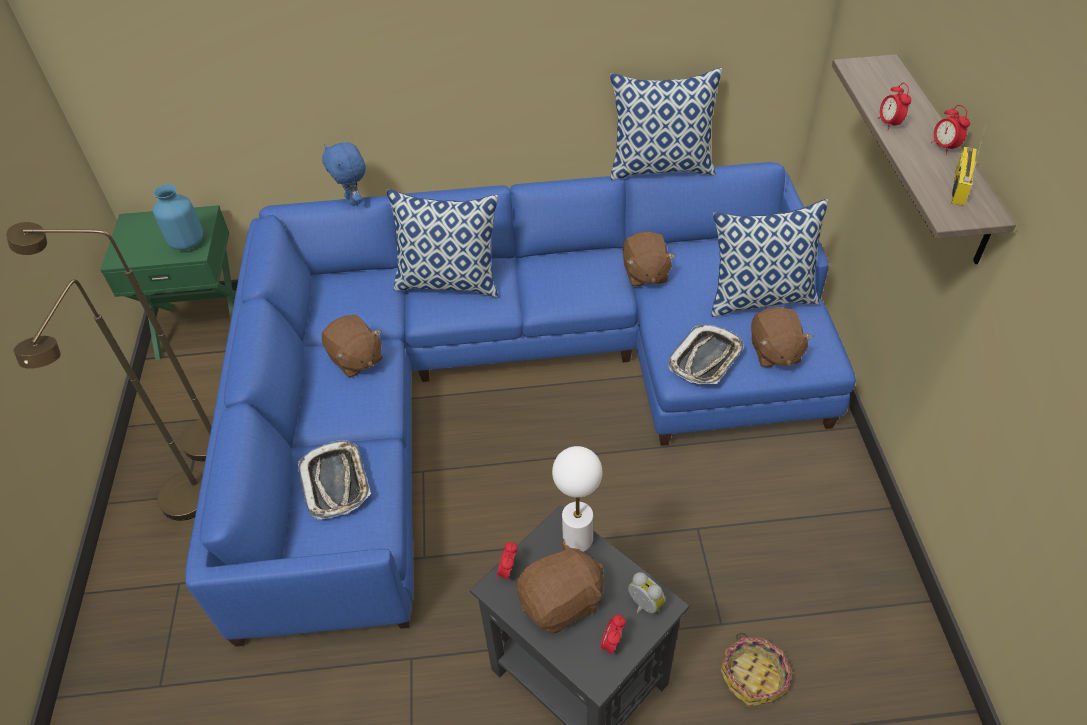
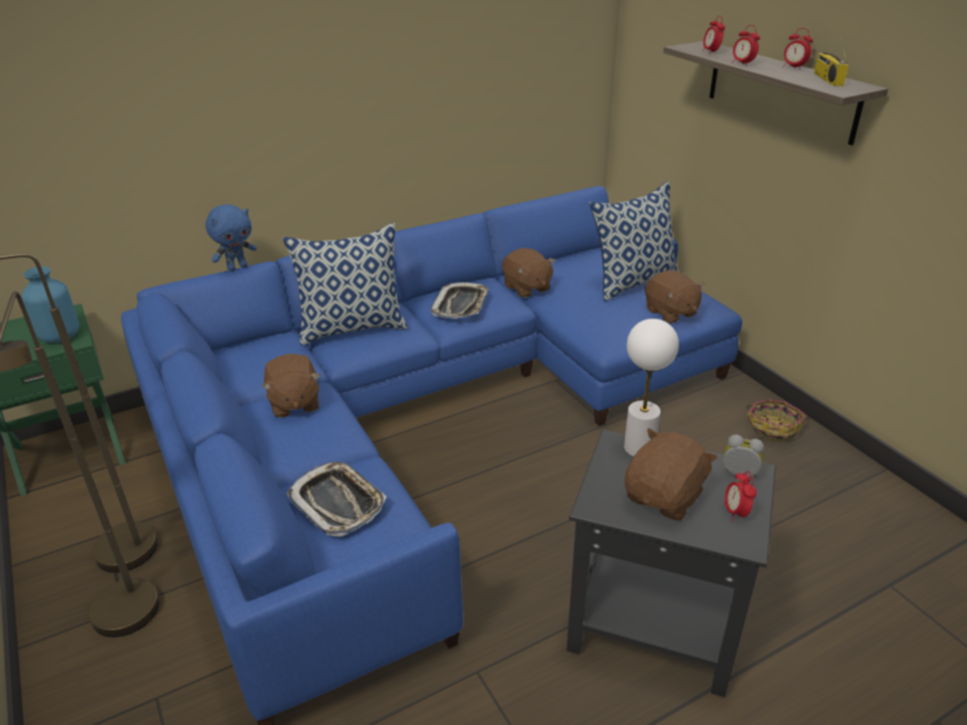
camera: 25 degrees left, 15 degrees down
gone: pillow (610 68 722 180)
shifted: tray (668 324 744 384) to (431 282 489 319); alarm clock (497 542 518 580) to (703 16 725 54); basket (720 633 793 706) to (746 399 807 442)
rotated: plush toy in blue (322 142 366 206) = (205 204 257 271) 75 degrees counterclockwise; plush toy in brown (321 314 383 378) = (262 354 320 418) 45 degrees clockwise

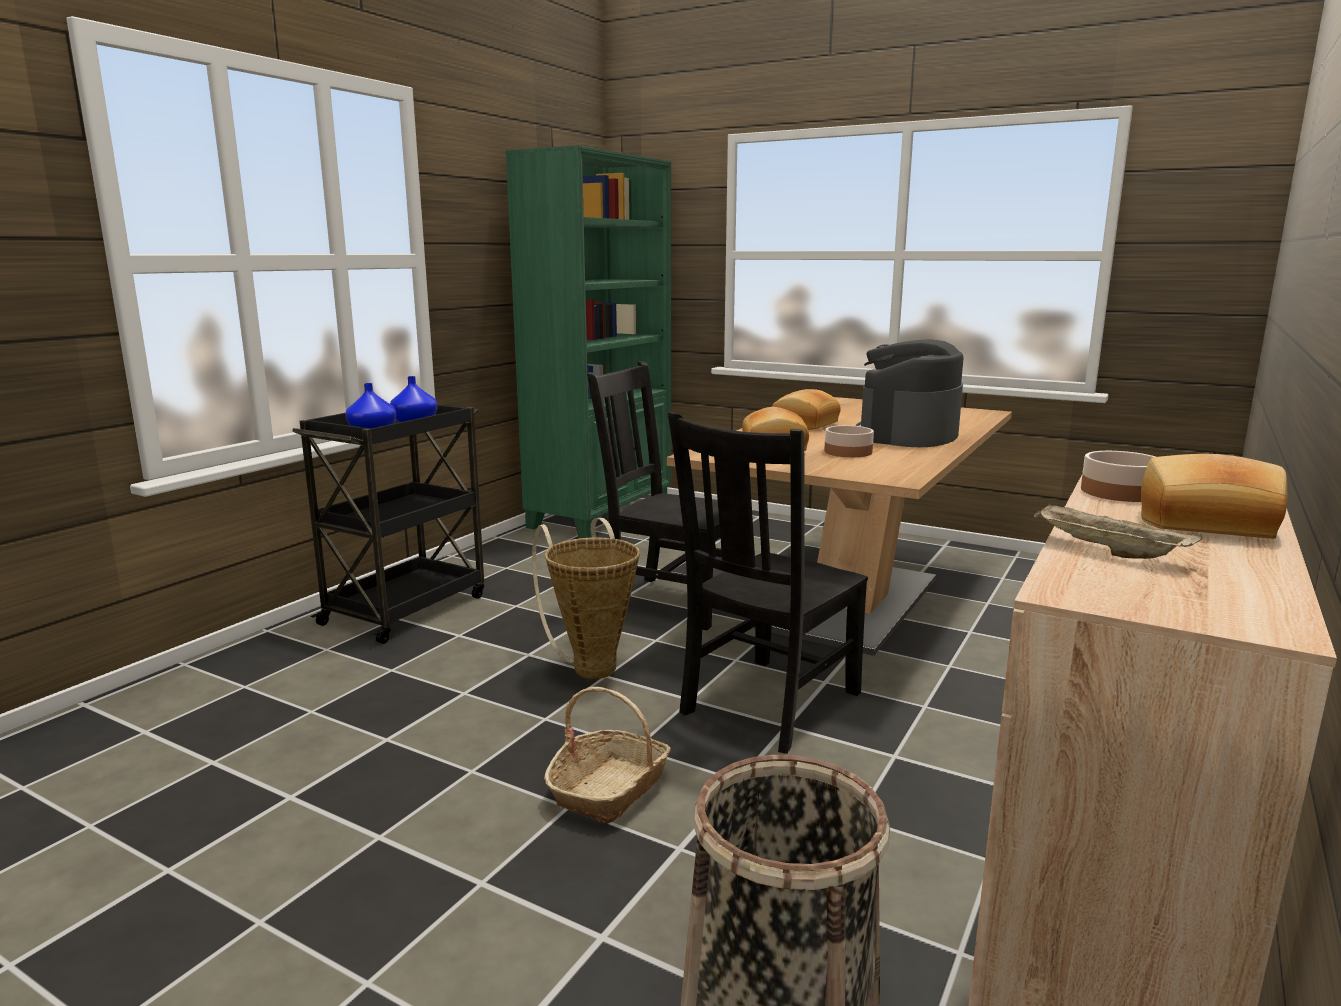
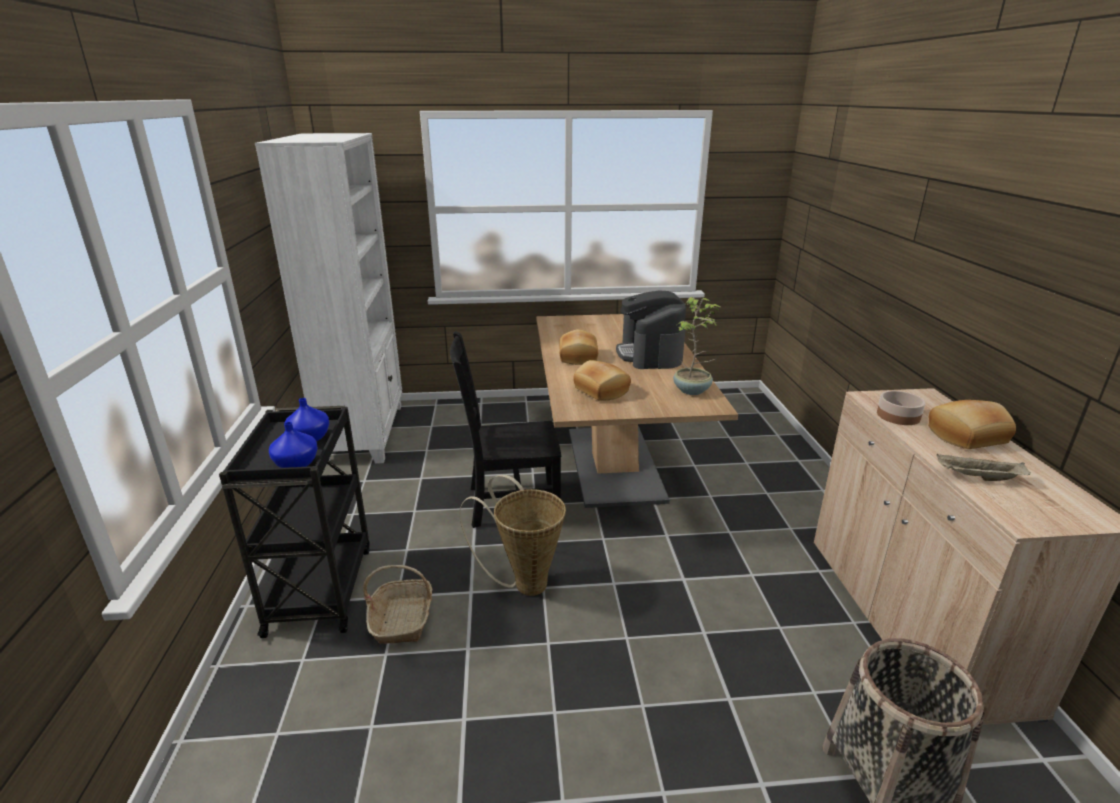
camera: 35 degrees left, 10 degrees up
gone: chair in black (668 412 868 754); bowl (824 425 874 457)
new: potted plant (673 297 722 395)
shifted: basket (544 687 671 824) to (363 565 432 644)
repainted: bookcase in green (505 145 671 538) to bookcase in white (255 133 403 466)

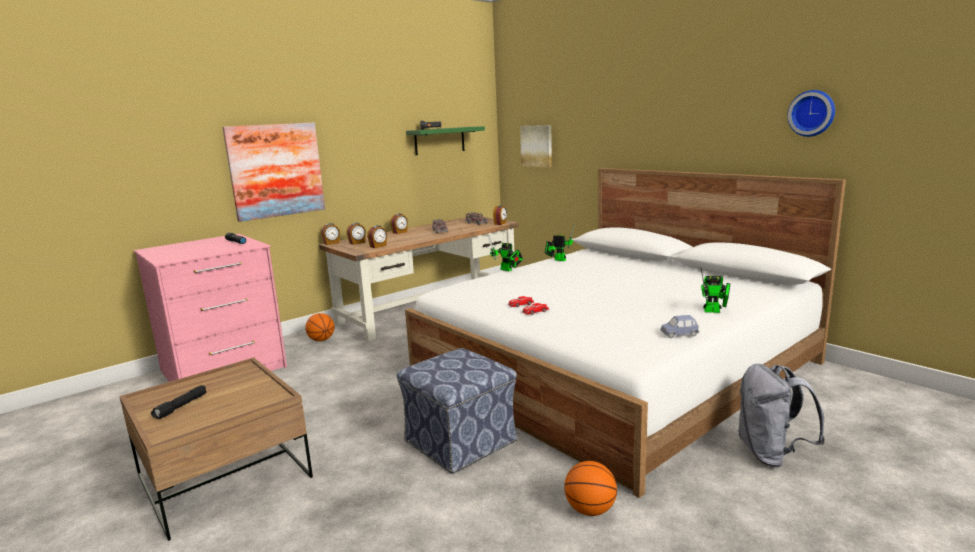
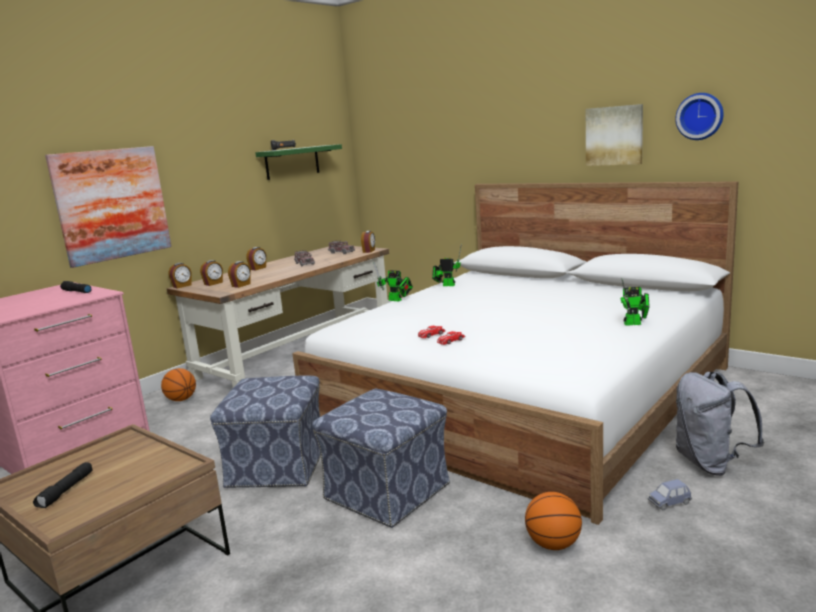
camera: 10 degrees left, 0 degrees up
new: ottoman (210 376 321 488)
shifted: picture (520 125 552 168) to (586 104 643 166); toy car in blue (660 315 699 338) to (648 479 692 510)

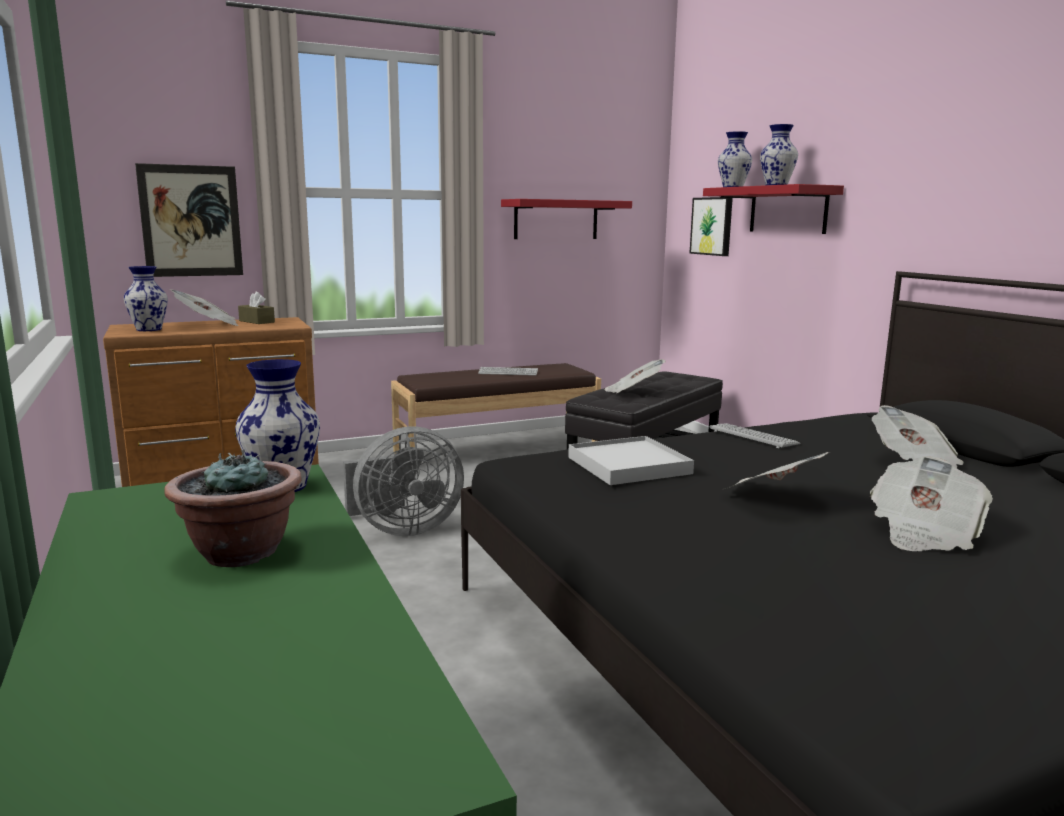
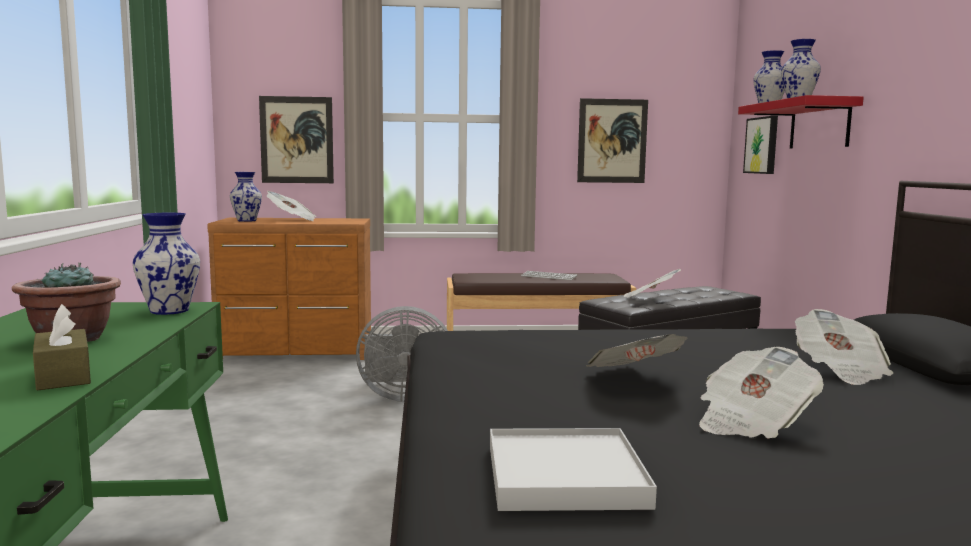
camera: 20 degrees right, 5 degrees down
gone: keyboard (710 423 800 448)
shifted: tissue box in brown (238 292 275 324) to (33 304 91 391); tray in white (568 436 694 485) to (490 428 657 511)
swapped: shelf in red (501 199 632 239) to picture (577 98 648 183)

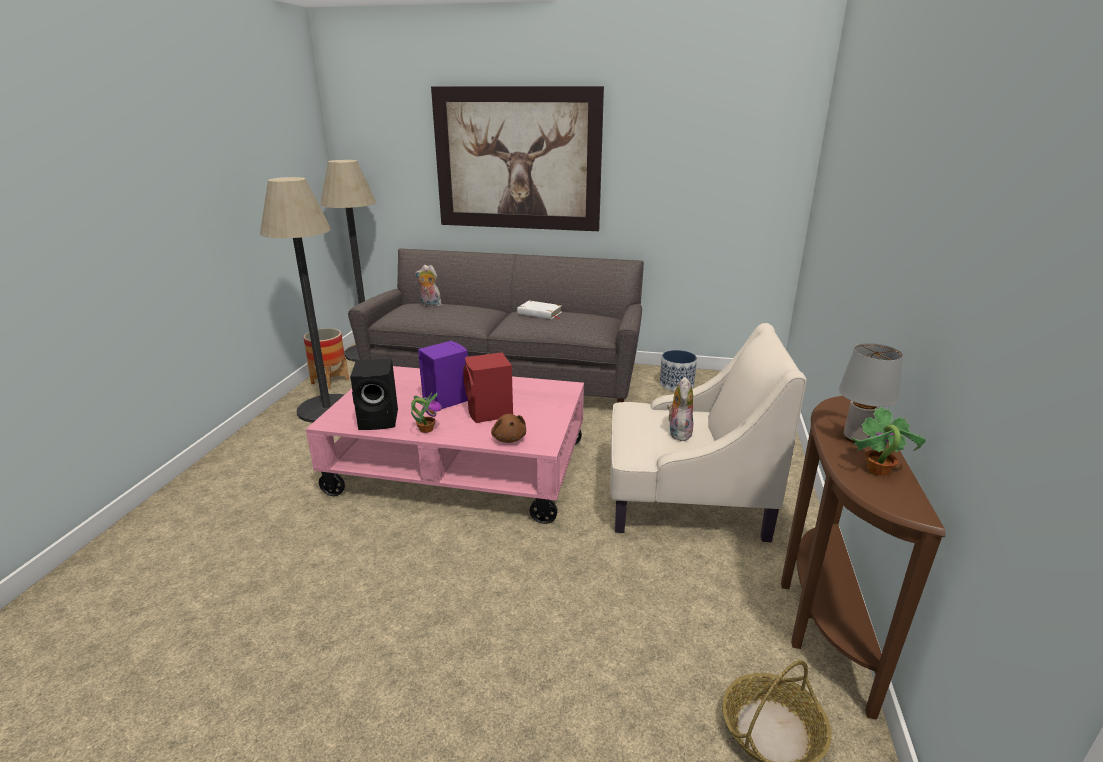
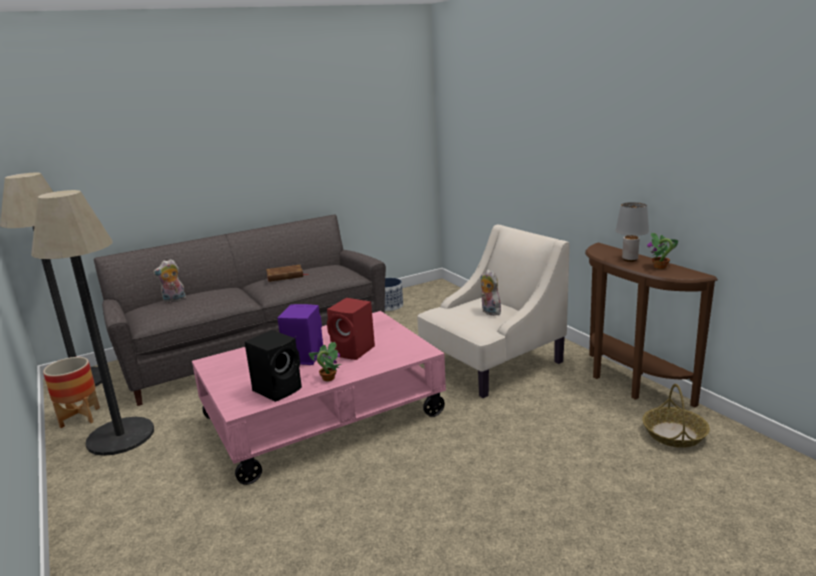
camera: 40 degrees left, 5 degrees down
gone: picture (431 86 604 231); plush toy in brown (491 414 526 443)
repainted: book in white (517 301 562 319) to book in brown (266 265 309 282)

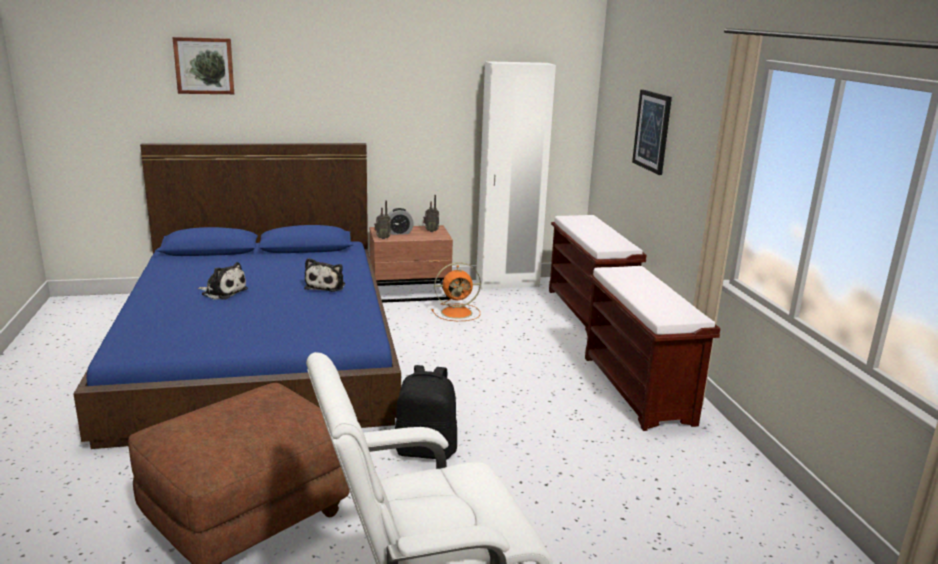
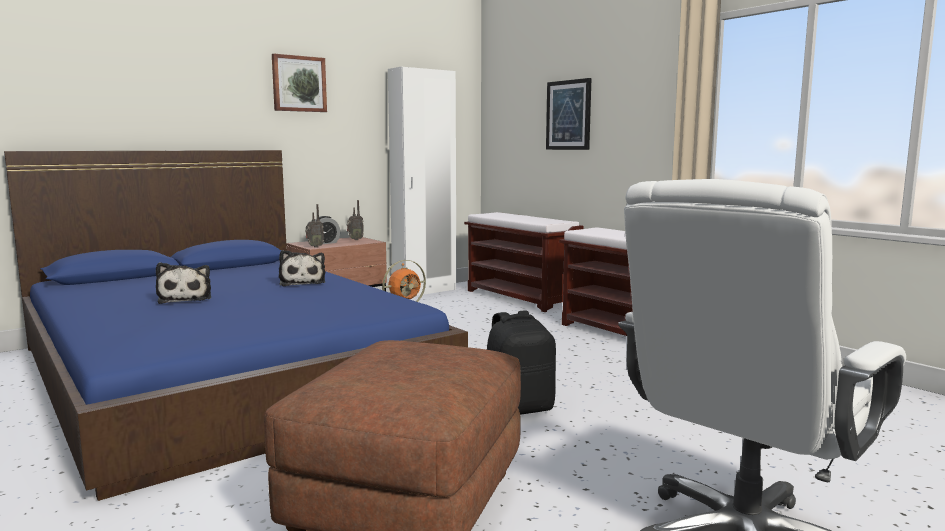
camera: 25 degrees left, 10 degrees down
shifted: picture (172 37 234 94) to (272 54 327 112)
rotated: plush toy (197 262 248 300) = (156 262 211 304) 75 degrees clockwise

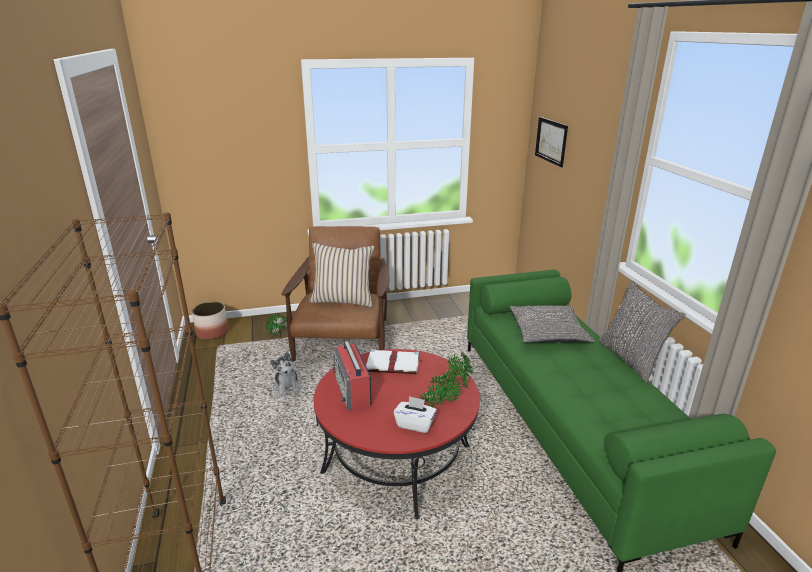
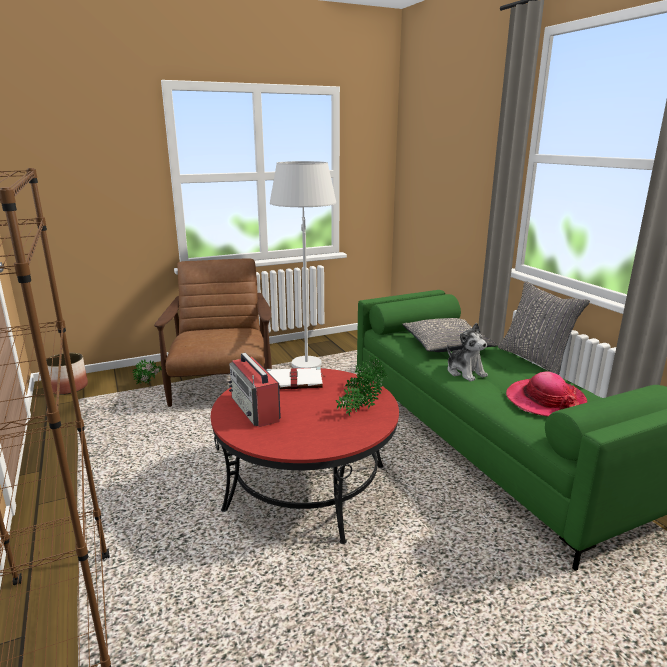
camera: 10 degrees left, 5 degrees down
gone: pillow in beige (310 243 375 307); tissue box in white (394 396 437 433); picture (535 117 568 167)
new: floor lamp in white (270 161 336 368); hat (506 371 587 417)
shifted: plush toy (270 352 301 397) to (447 323 488 382)

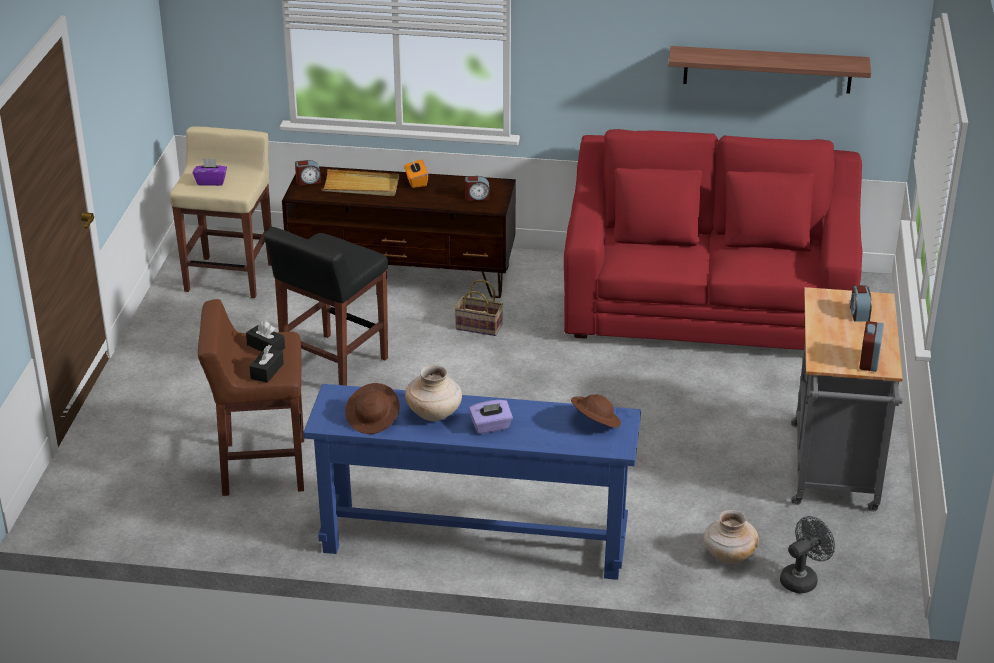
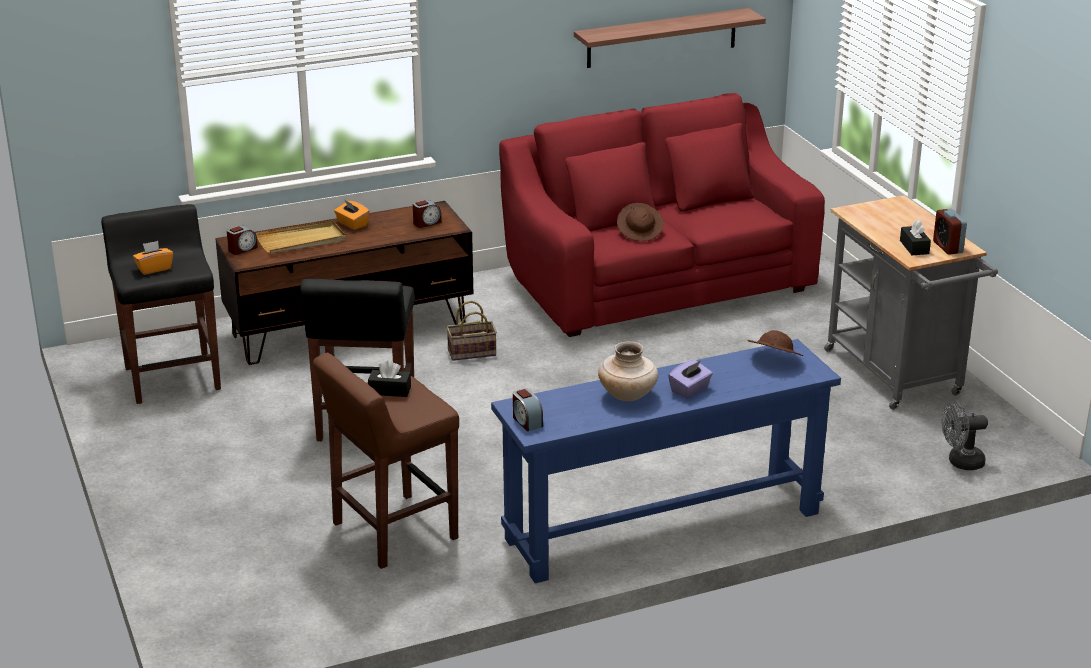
camera: 30 degrees left, 5 degrees down
gone: vase in beige (704 510 759 564)
shifted: alarm clock (850 285 872 322) to (513 389 543 432); hat in brown (345 383 400 434) to (617 203 664 241); tissue box in black (249 345 284 383) to (900 220 931 255)
repainted: stool in beige (170 126 272 298) to stool in black (101 204 221 404); tissue box in purple (193 159 227 186) to tissue box in orange (133 241 173 275)
rotated: fan in grey (780 516 835 593) = (942 401 988 470) 120 degrees counterclockwise

